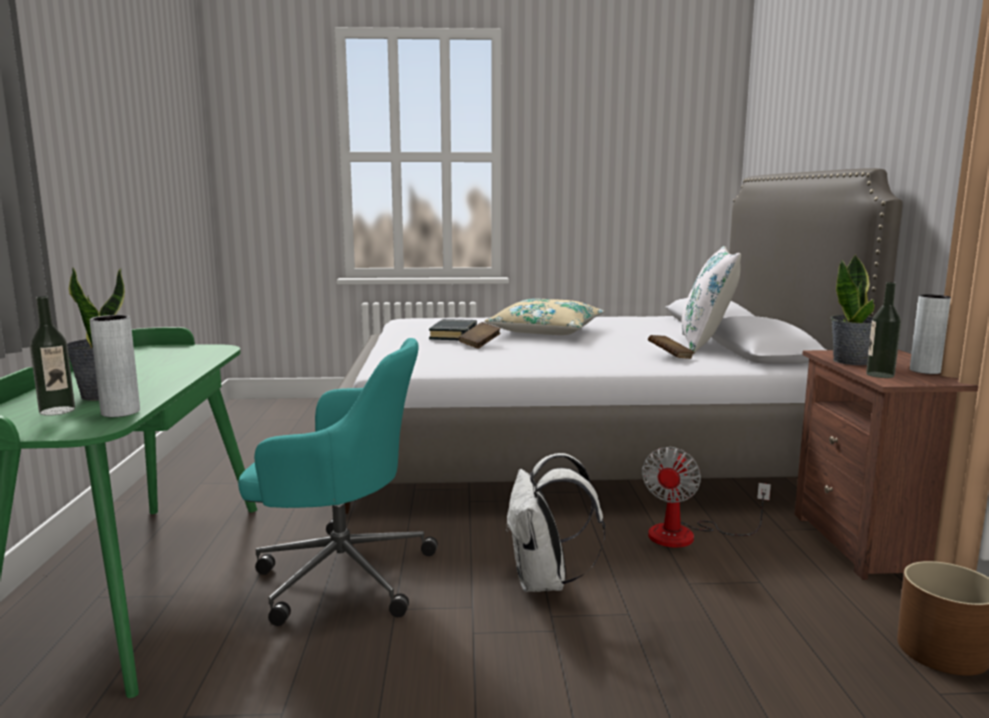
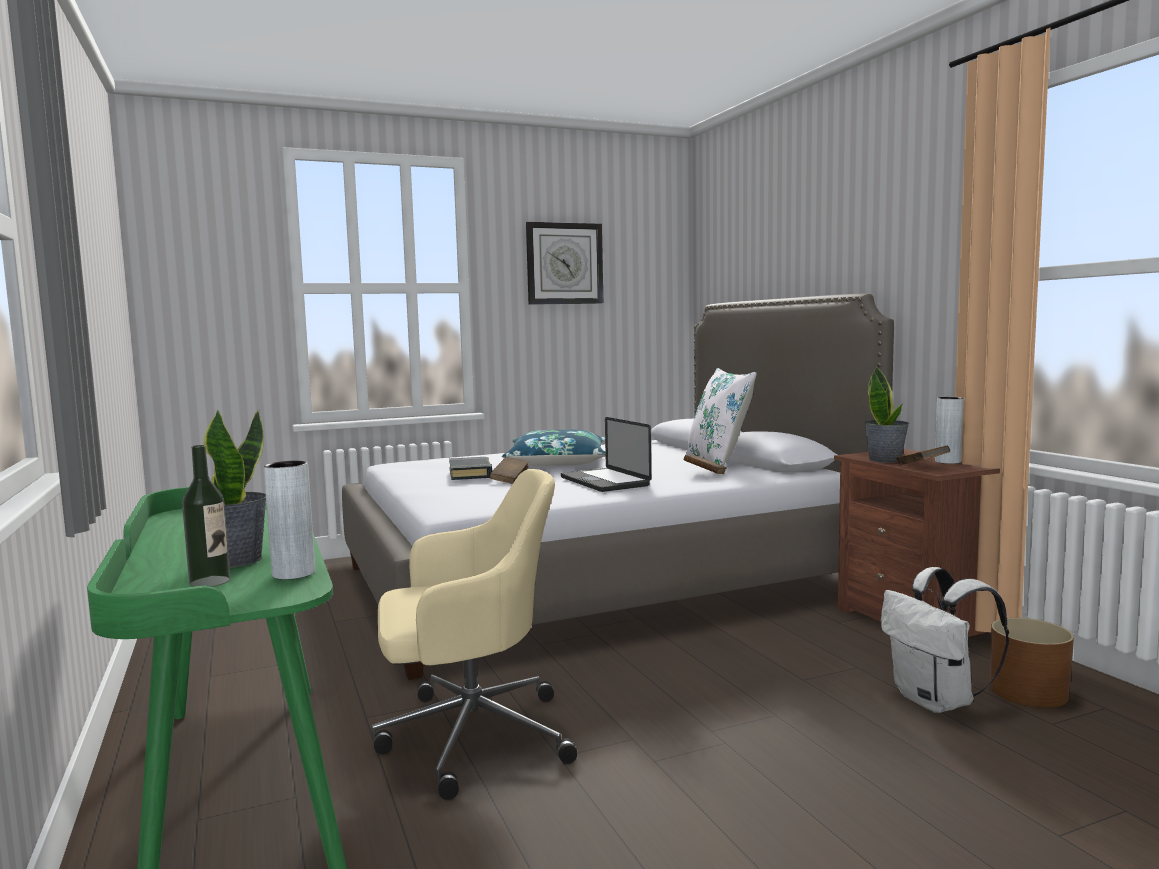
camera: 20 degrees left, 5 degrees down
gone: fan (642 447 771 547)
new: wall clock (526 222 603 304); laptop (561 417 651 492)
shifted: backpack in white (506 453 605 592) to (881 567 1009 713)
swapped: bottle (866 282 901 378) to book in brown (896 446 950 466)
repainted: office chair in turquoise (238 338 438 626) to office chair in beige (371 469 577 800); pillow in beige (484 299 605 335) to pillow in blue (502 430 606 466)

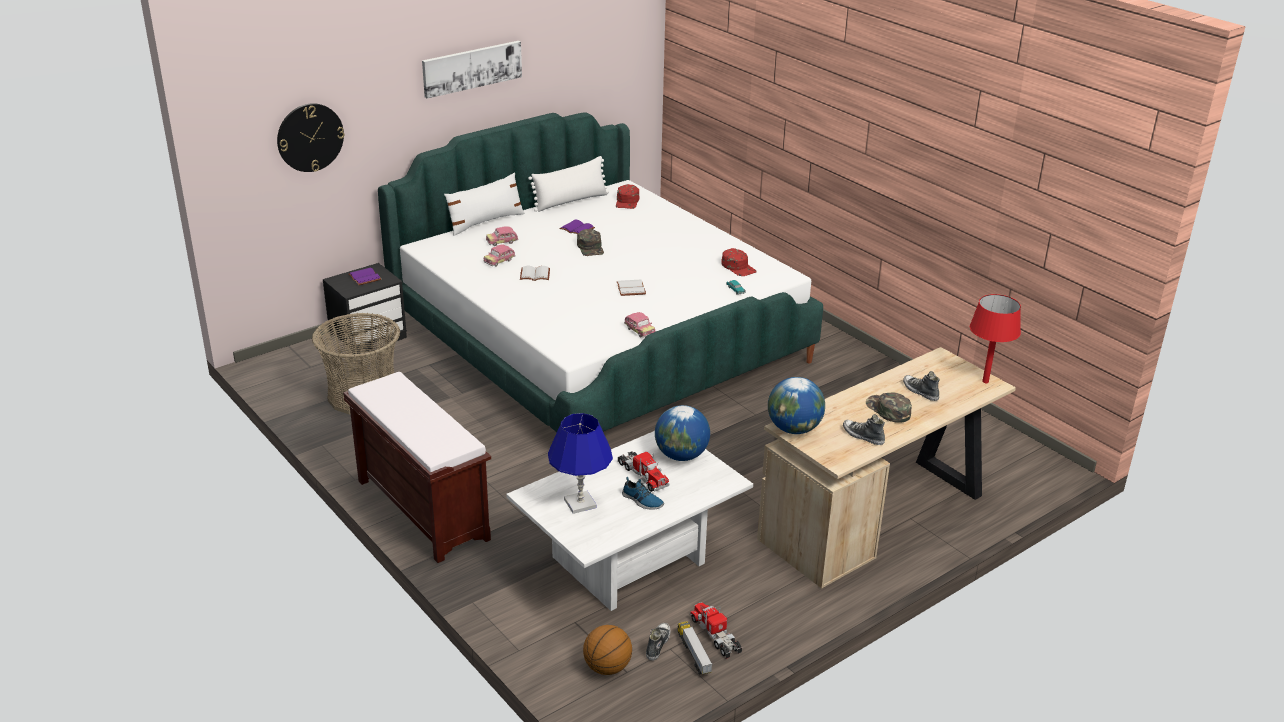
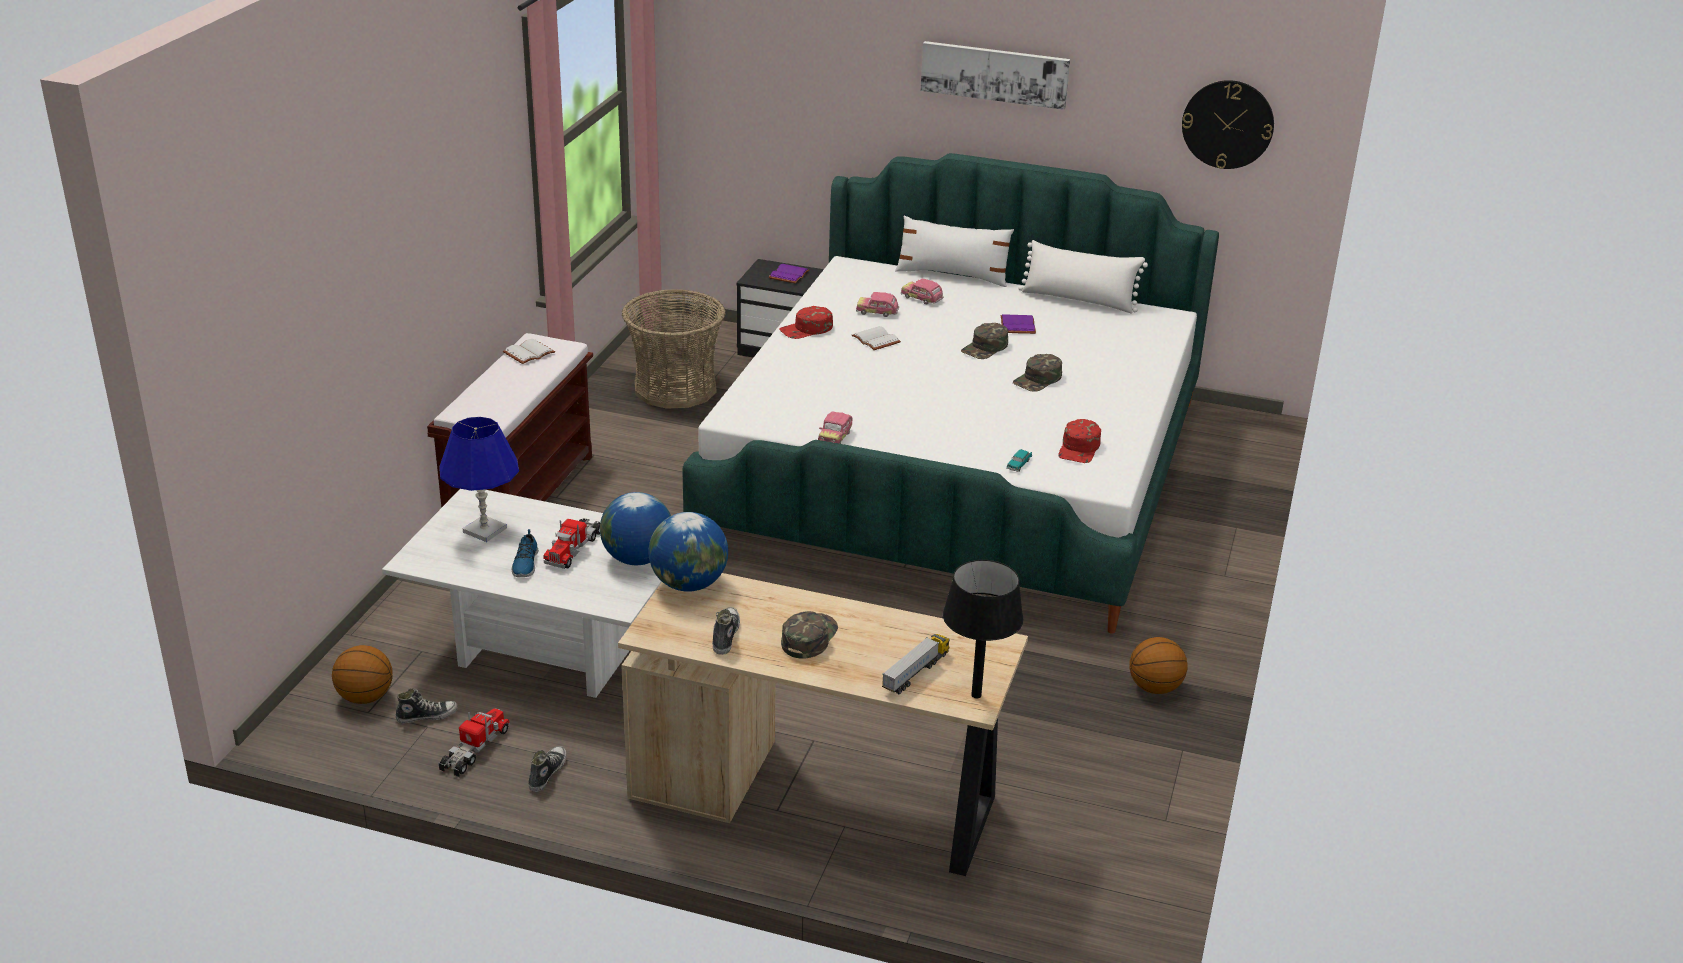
camera: 55 degrees right, 0 degrees up
new: cap in green (1013 354 1062 392); basketball (1130 637 1188 694)
shifted: book in white (617 280 646 296) to (503 339 555 364); shoe (903 371 940 401) to (528 746 566 792); cap in red (616 184 640 209) to (780 306 833 339); toy truck (677 621 713 675) to (882 634 950 694); wall clock (277 103 344 172) to (1182 80 1274 169)
repainted: table lamp in red (970 294 1021 383) to table lamp in black (943 560 1023 699)

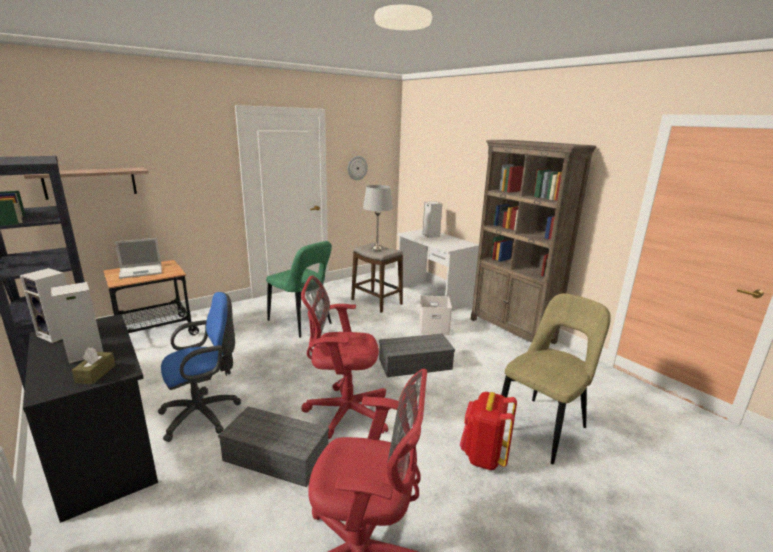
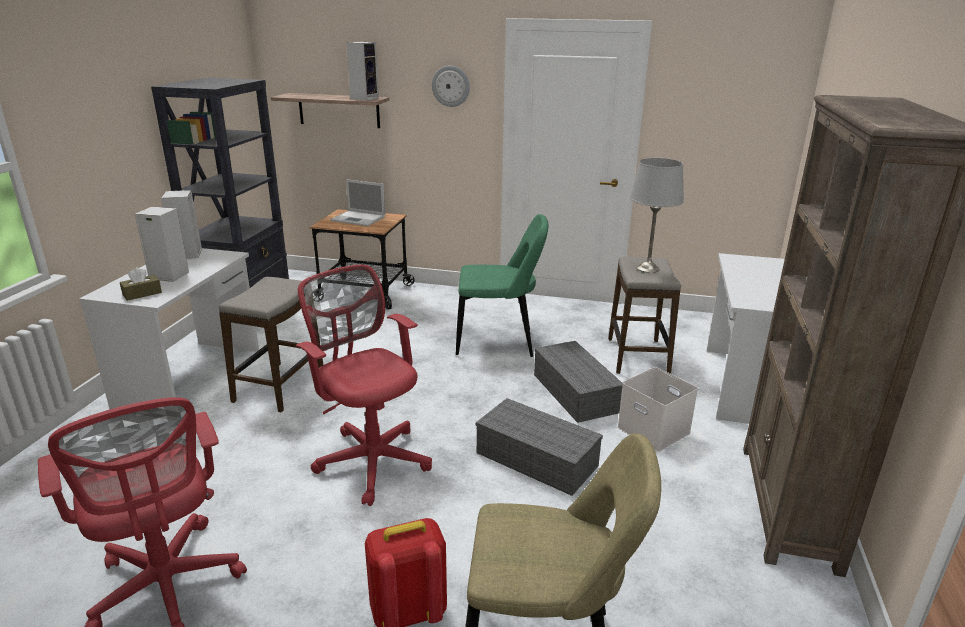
camera: 50 degrees right, 5 degrees up
shifted: speaker (422 201 442 238) to (346 42 379 100); wall clock (348 156 368 180) to (432 66 470 107); storage box in grey (218 406 329 487) to (534 341 623 423)
swapped: office chair in blue (158 292 241 442) to stool (219 277 323 413)
repainted: desk in black (23 314 158 523) to desk in white (79 248 259 419)
rotated: chair in green (266 241 332 338) = (456 214 549 357) 90 degrees counterclockwise

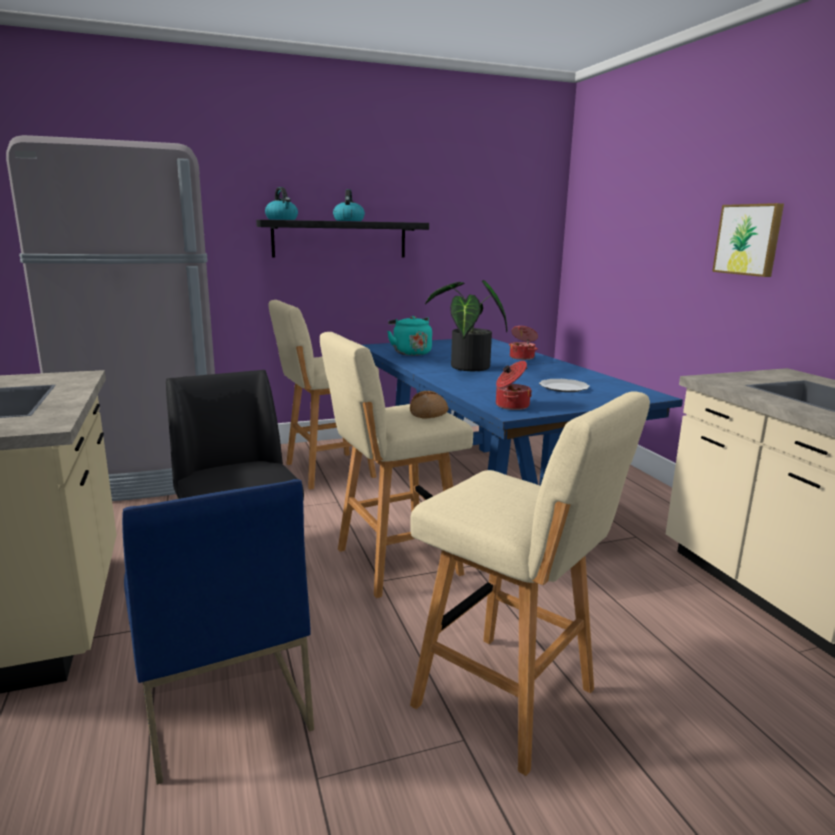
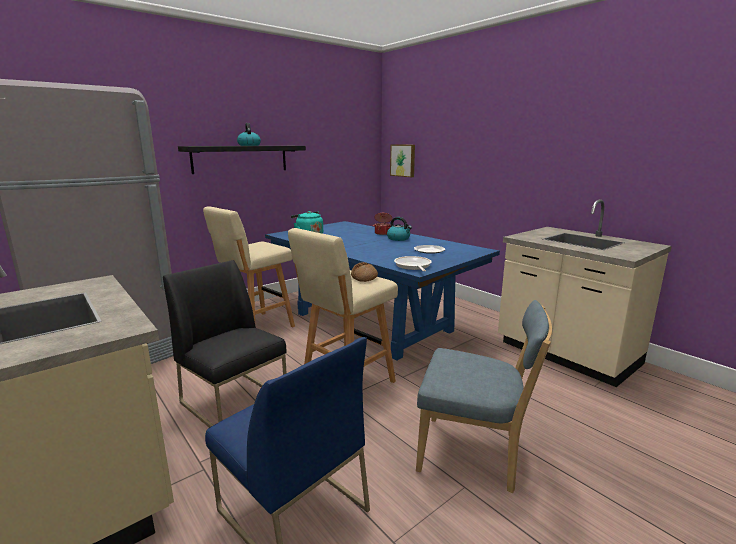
camera: 20 degrees left, 0 degrees up
gone: potted plant (425 280 507 371)
shifted: kettle (265 187 298 220) to (387 217 412 241); picture (712 203 784 277) to (390 145 415 177)
swapped: cooking pot (496 361 532 410) to frying pan (394 256 432 271); stool in beige (410 391 650 776) to chair in blue (416 300 552 493)

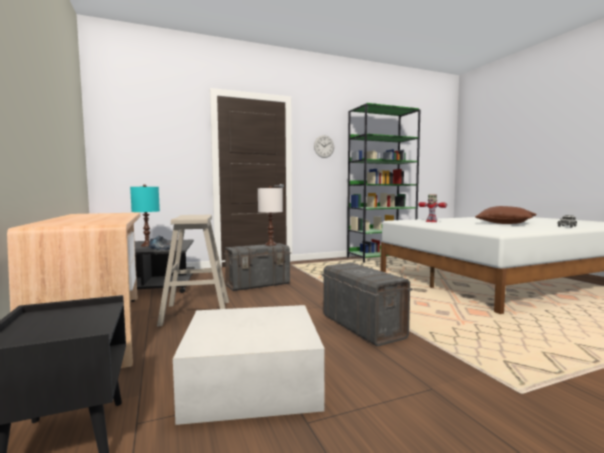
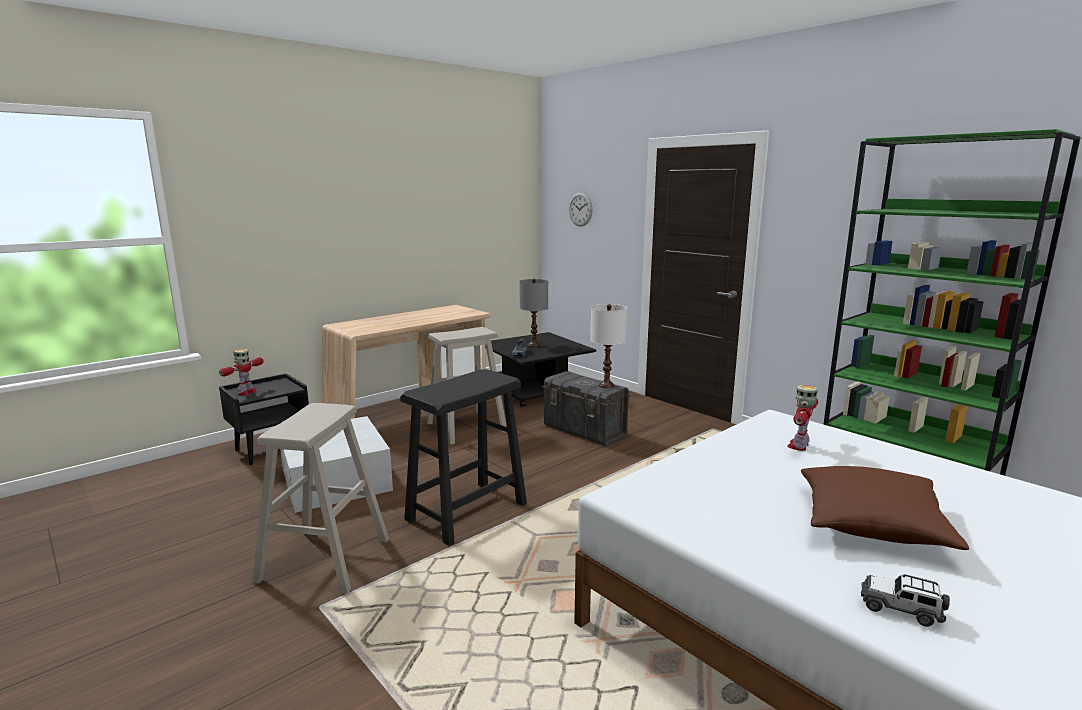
camera: 70 degrees right, 10 degrees up
new: toy robot (219 349 264 396); stool in beige (252 403 389 594)
shifted: wall clock (314 135 334 158) to (569 192 593 227)
swapped: storage box in grey (322 263 413 347) to stool in black (400 369 527 546)
repainted: table lamp in turquoise (130 184 160 247) to table lamp in grey (519 278 548 347)

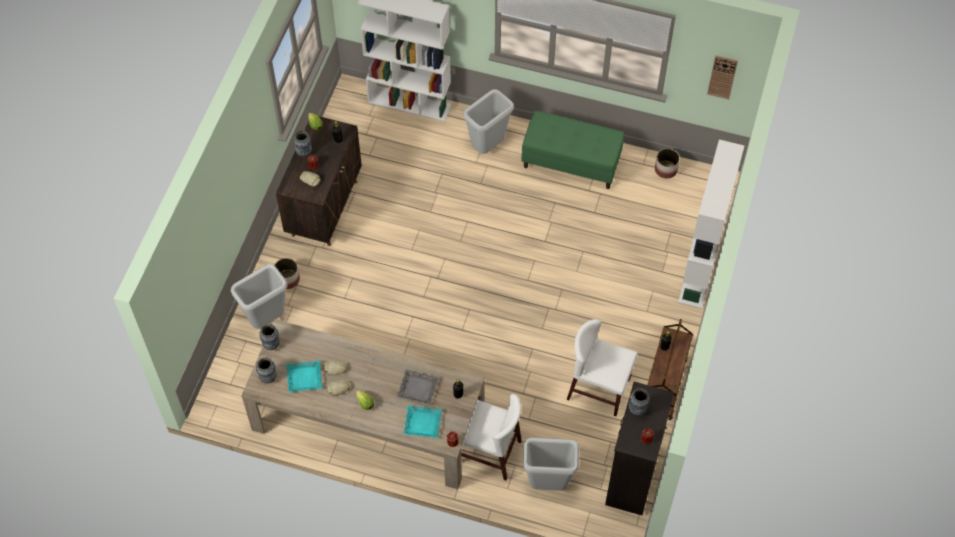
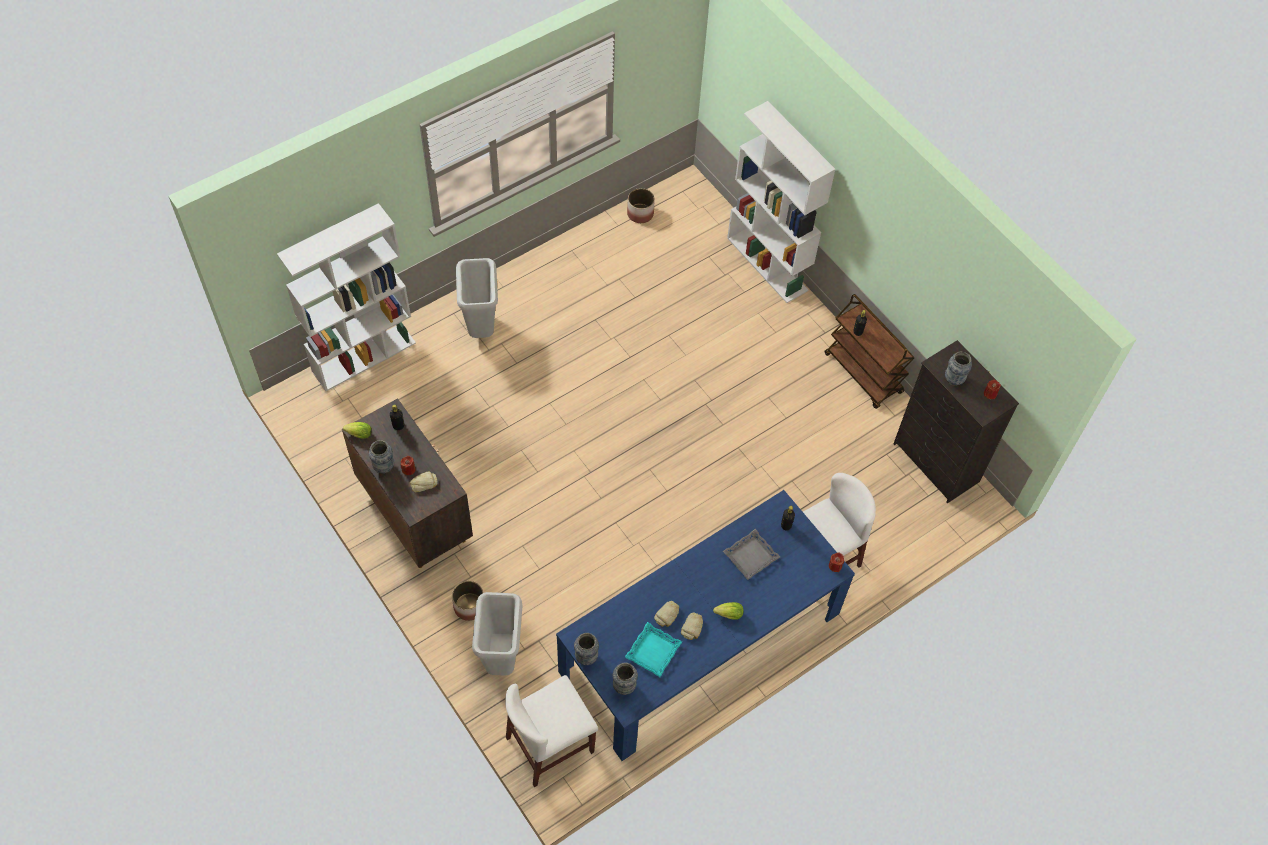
camera: 55 degrees left, 0 degrees up
gone: tray in turquoise (403 405 442 438); bench in green (521 111 624 189); trash can in grey (523 437 579 491); wall clock (707 55 738 99)
shifted: chair in white (567 319 637 416) to (505 675 598 787)
repainted: dining table in beige (241 319 485 490) to dining table in blue (556 490 855 761)

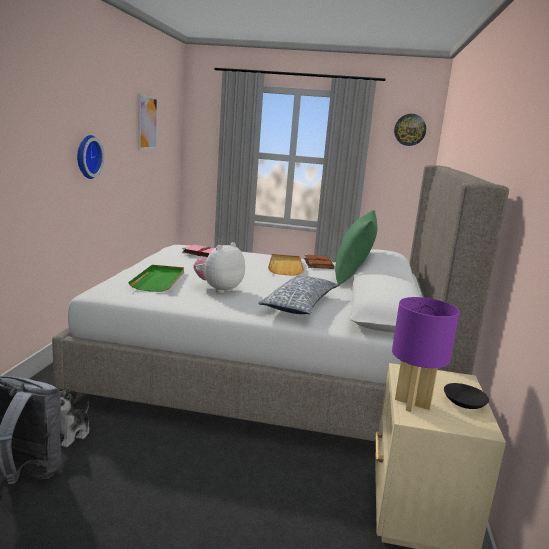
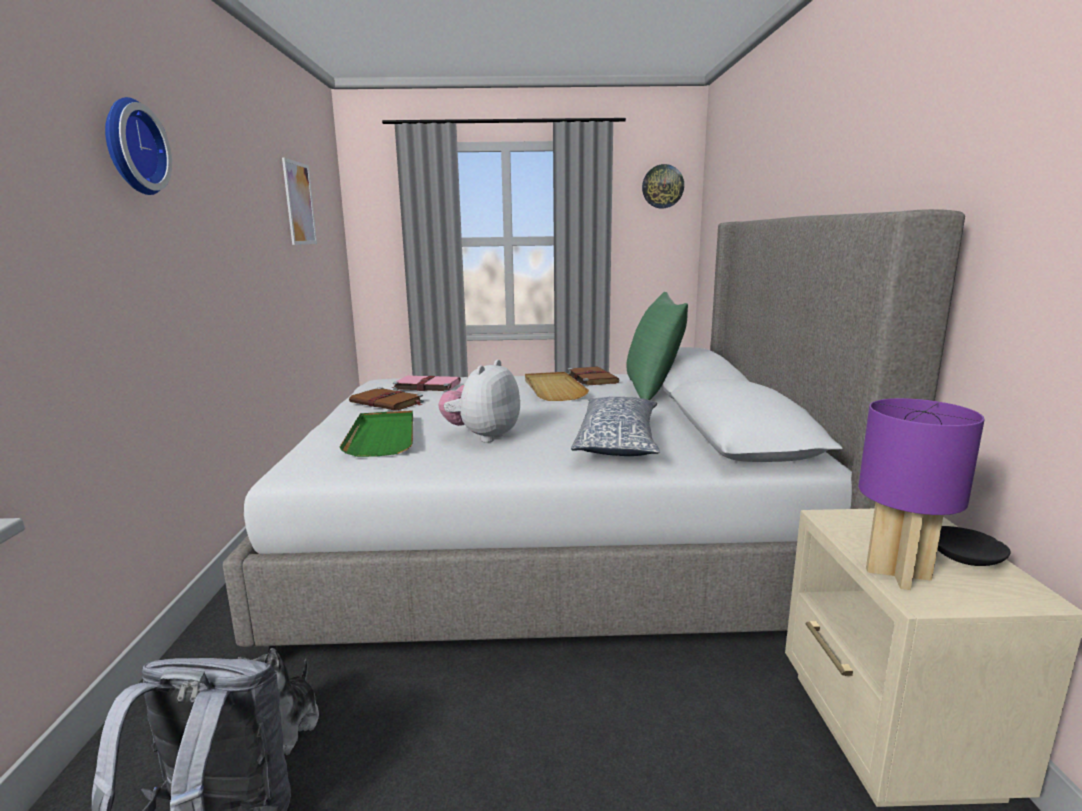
camera: 10 degrees left, 0 degrees up
new: book in brown (349 387 424 411)
shifted: wall clock (77 135 104 179) to (105 97 172 195)

